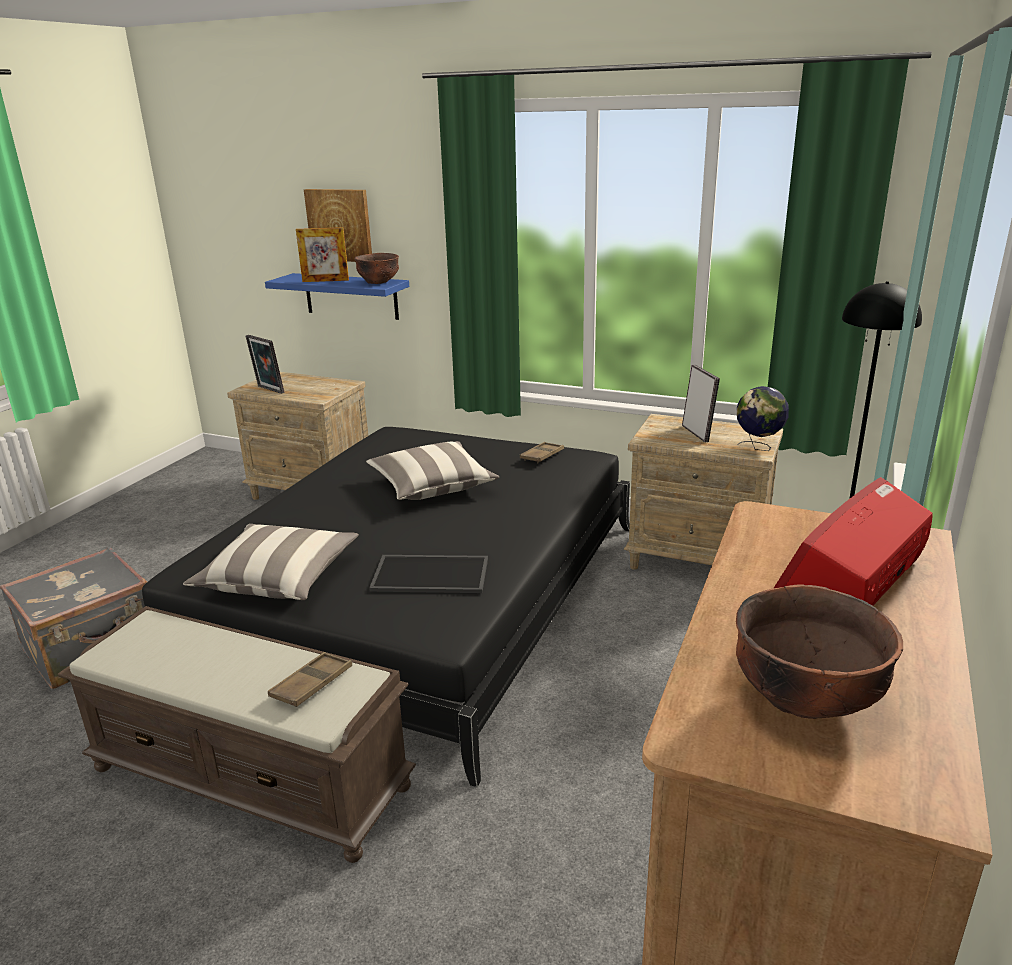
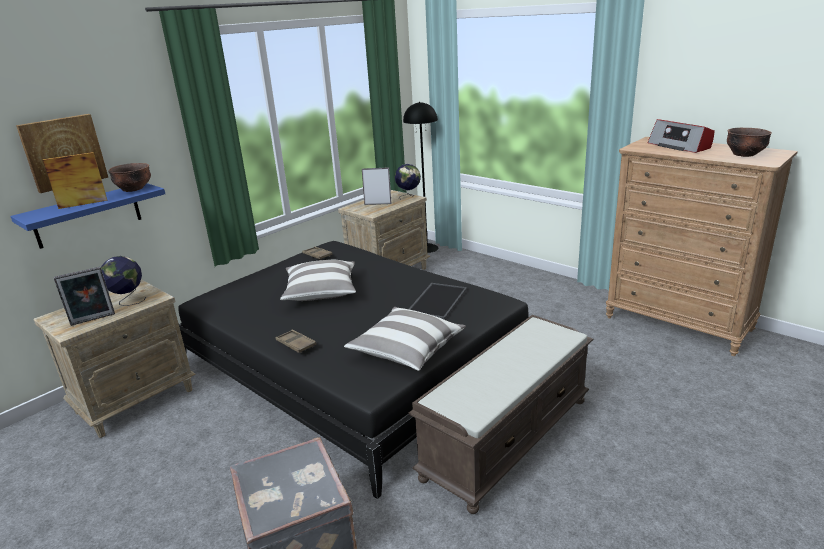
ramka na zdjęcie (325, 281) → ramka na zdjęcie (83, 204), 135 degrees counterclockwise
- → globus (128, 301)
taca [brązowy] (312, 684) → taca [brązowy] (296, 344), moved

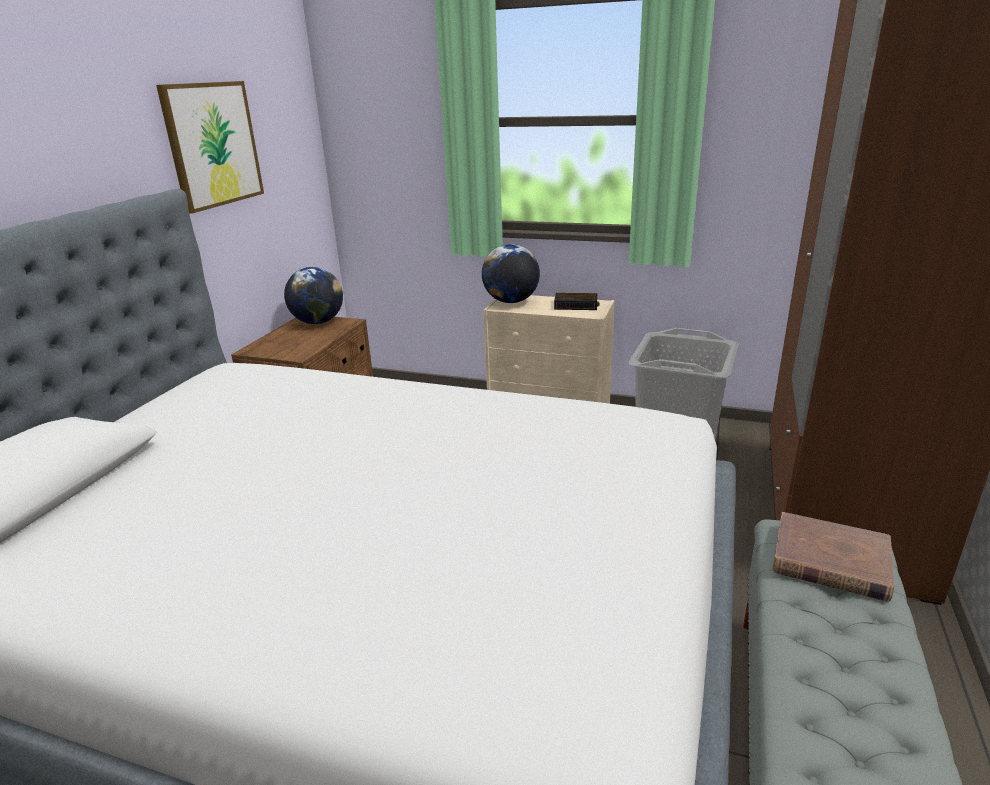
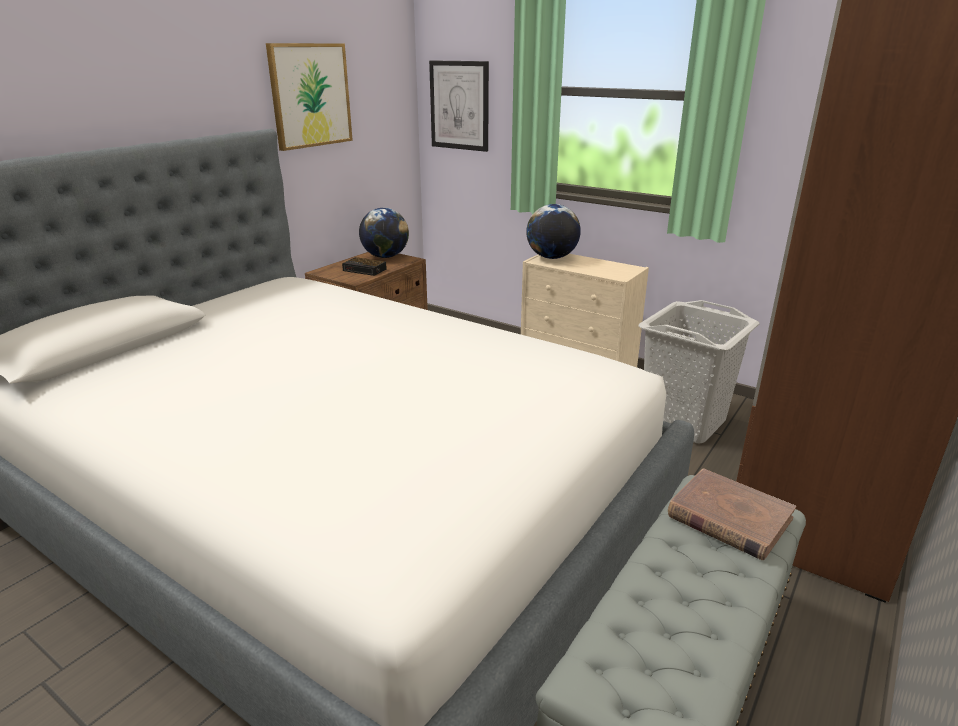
budzik (577, 305) → budzik (365, 270), moved
- → obraz (459, 105)

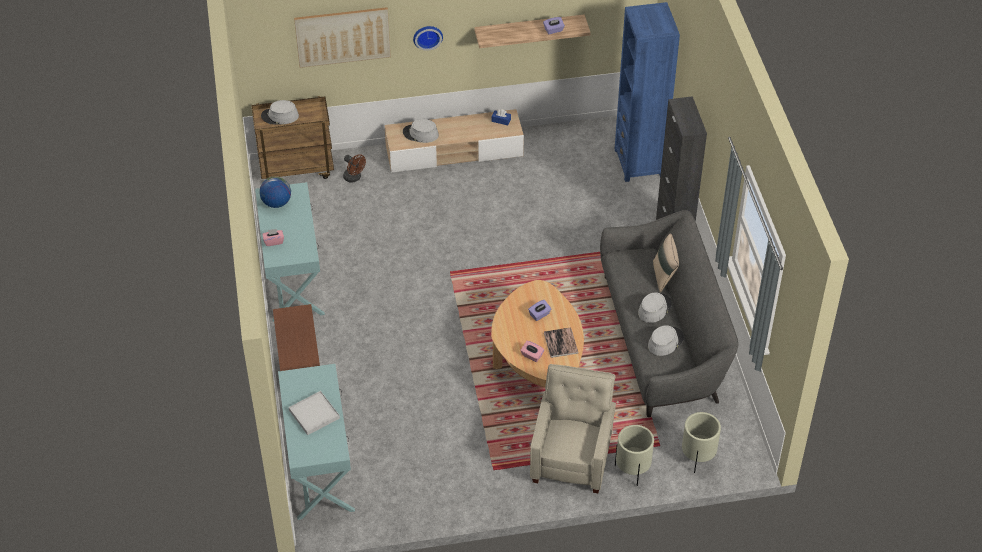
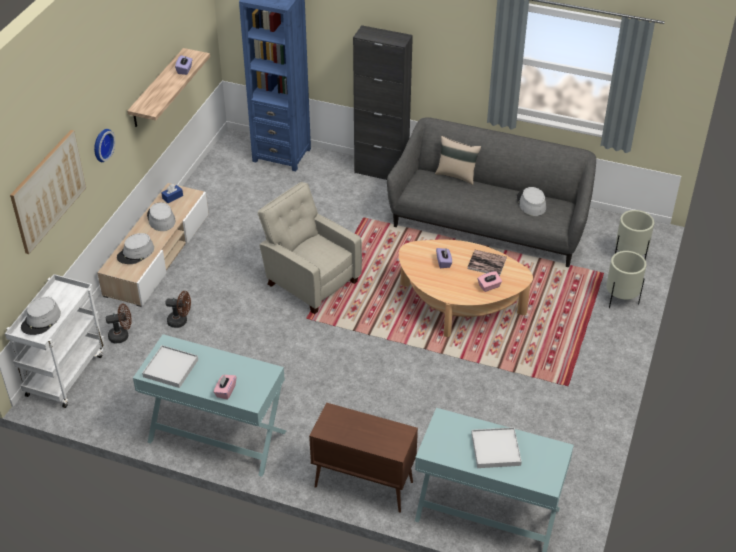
wózek [brązowy] (297, 169) → wózek [biały] (65, 373)
globus (276, 203) → taca [biały] (170, 368)
kapelusz [szary] (654, 308) → kapelusz [szary] (160, 218), moved
- → wentylator [brązowy] (180, 321)
fotel [beżowy] (572, 458) → fotel [beżowy] (310, 281), moved

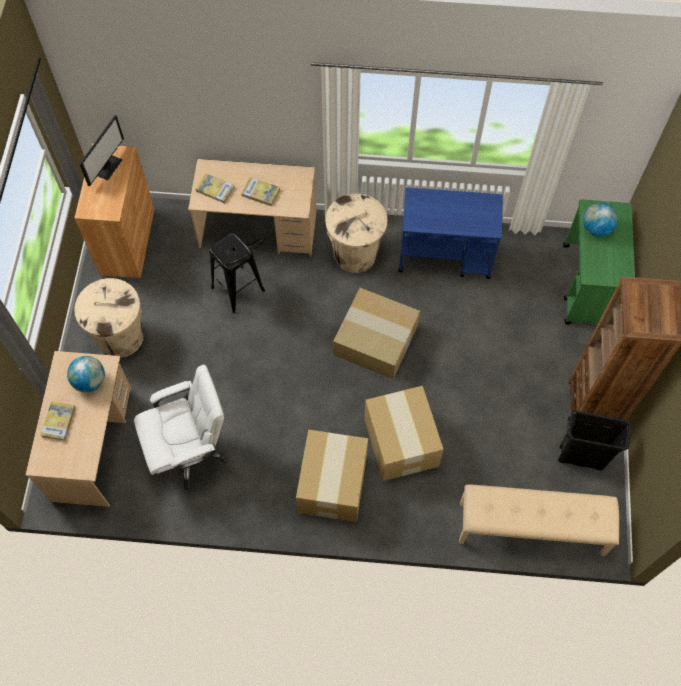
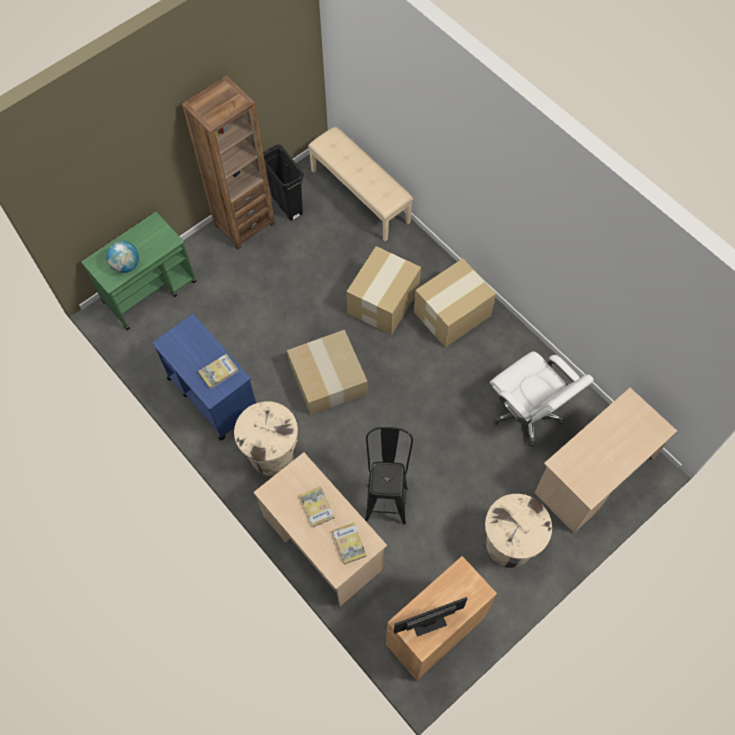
książka (58, 422) → książka (218, 372), moved
krzesło biurowe [biały] (189, 450) → krzesło biurowe [biały] (528, 413), 150 degrees counterclockwise
globus (90, 381) → -

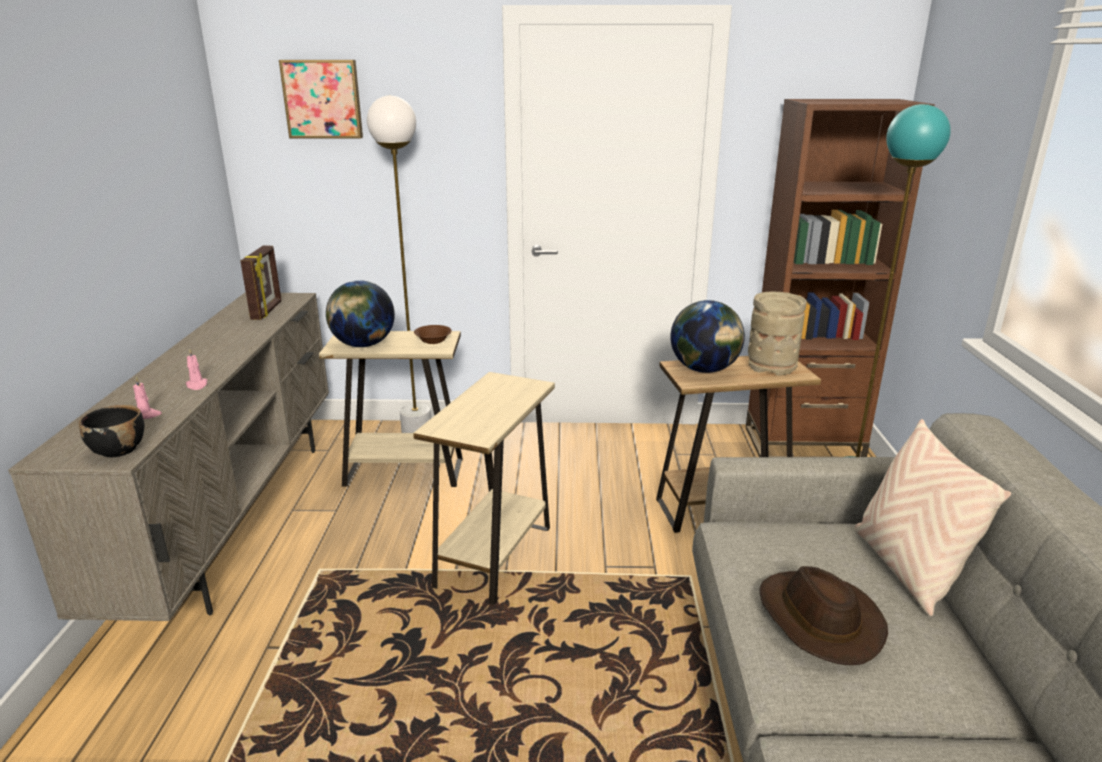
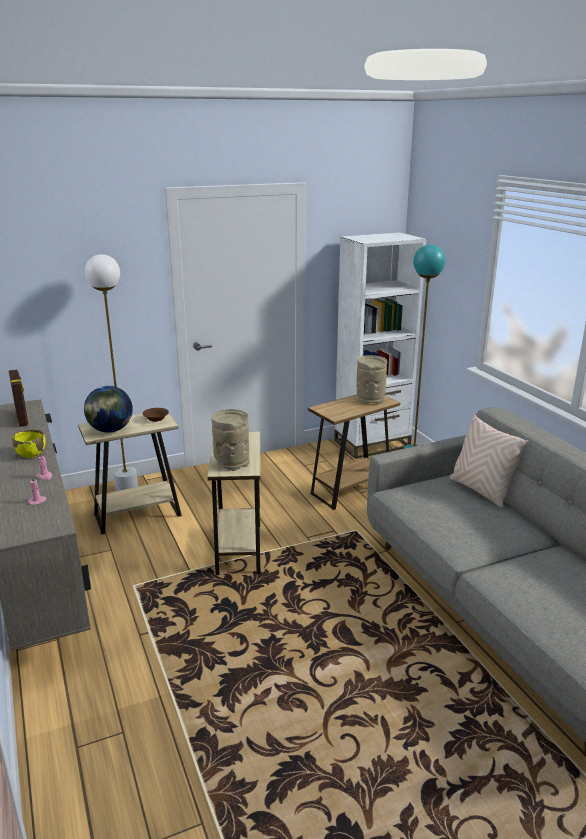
- → miska [żółty] (31, 454)
- → wazon [beżowy] (231, 462)
regał [brązowy] (803, 444) → regał [biały] (372, 444)
miska [czarny] (118, 449) → -
obraz (323, 99) → -
globus (704, 369) → -
kapelusz [brązowy] (817, 619) → -

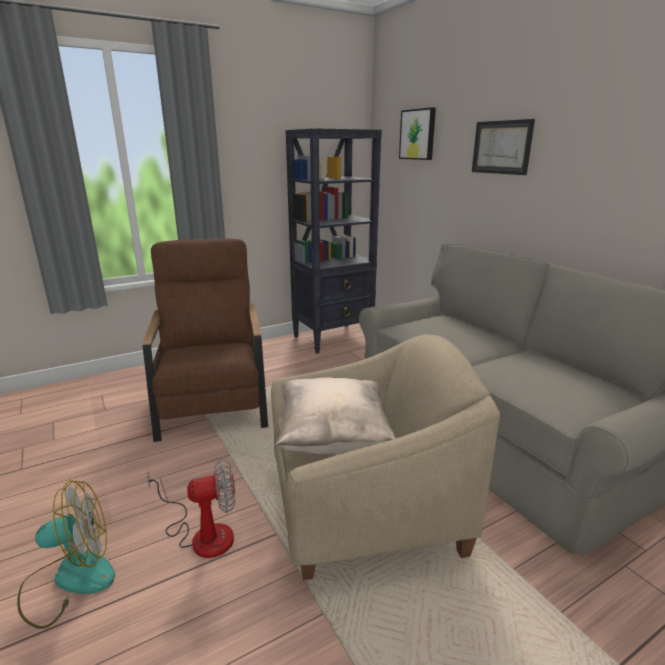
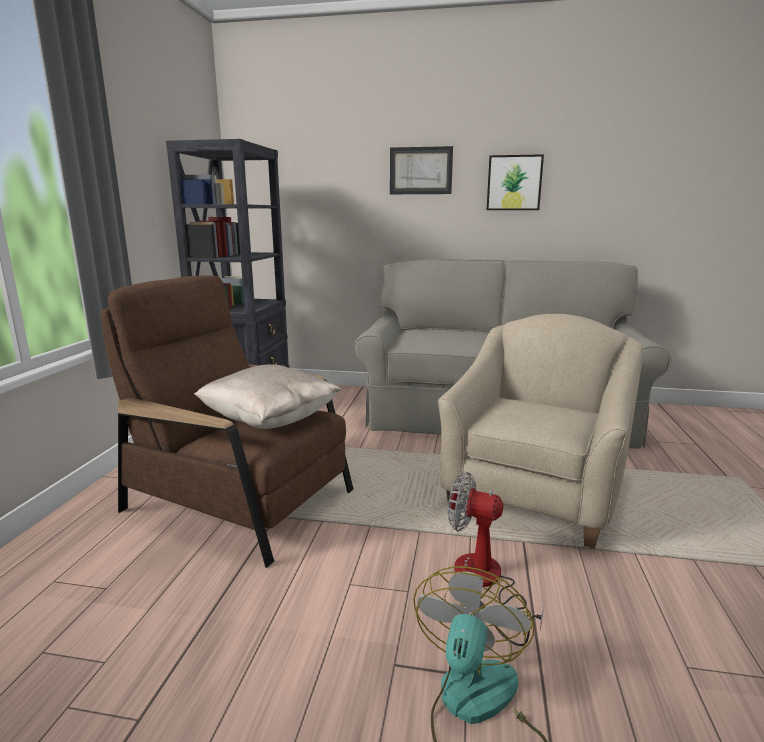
poduszka [beżowy] (333, 438) → poduszka [beżowy] (270, 421), moved
wentylator (202, 534) → wentylator (485, 583), 90 degrees counterclockwise
obraz (418, 134) → obraz (514, 183), moved

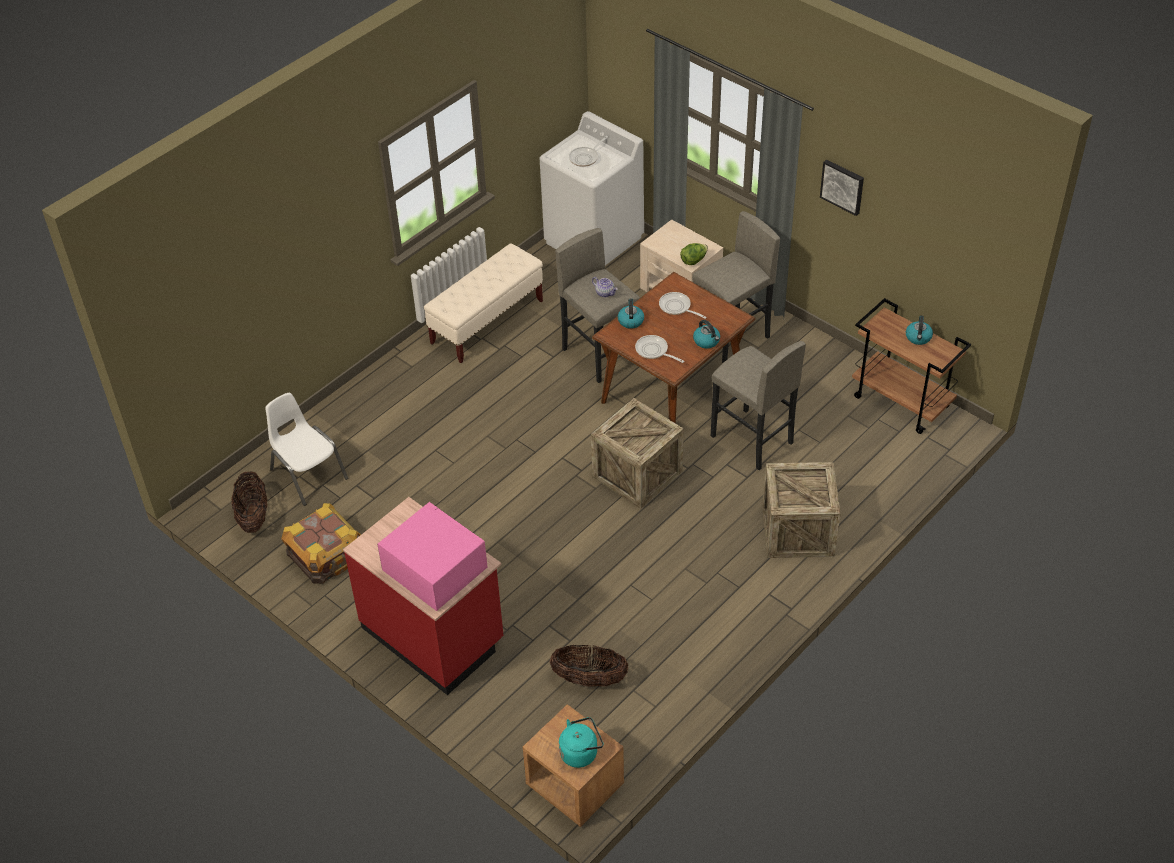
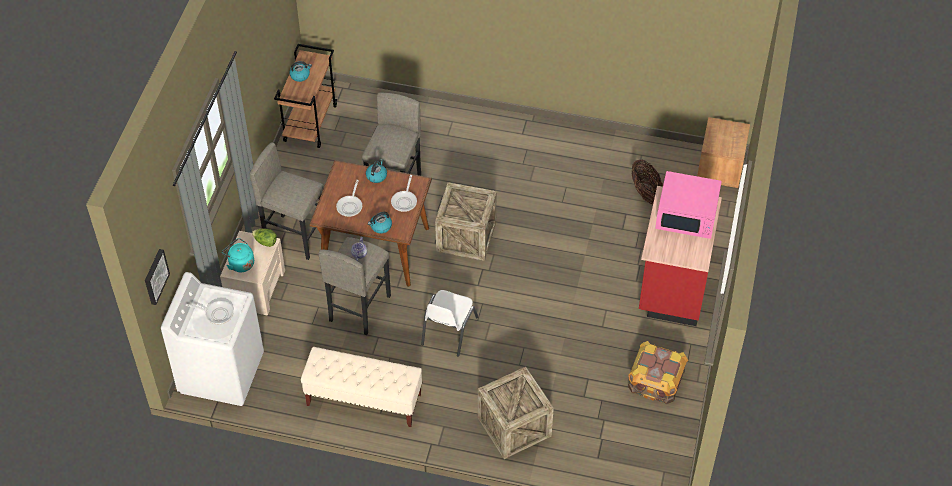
obraz (843, 186) → obraz (155, 276), moved
czajnik [turkusowy] (581, 752) → czajnik [turkusowy] (240, 263), moved
krzesło [biały] (308, 474) → krzesło [biały] (448, 331), moved
skrzynka (797, 531) → skrzynka (514, 427), moved
mikrofalówka [różowy] (434, 569) → mikrofalówka [różowy] (687, 215), 90 degrees counterclockwise
koszyk (253, 516) → -

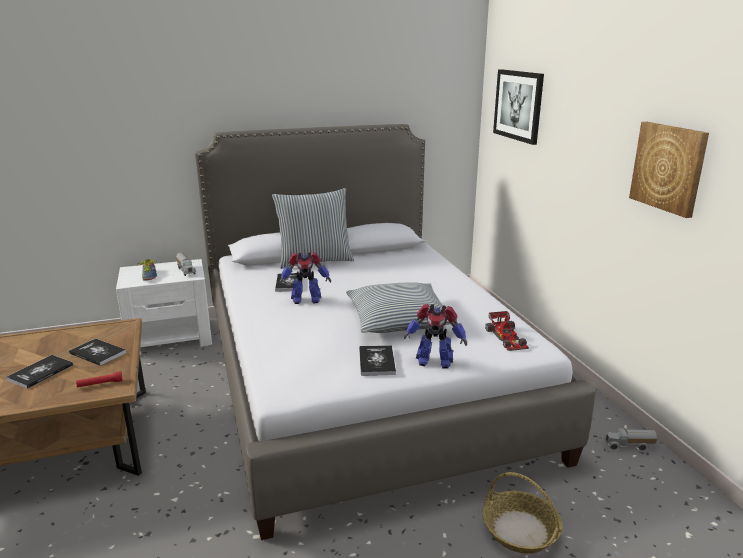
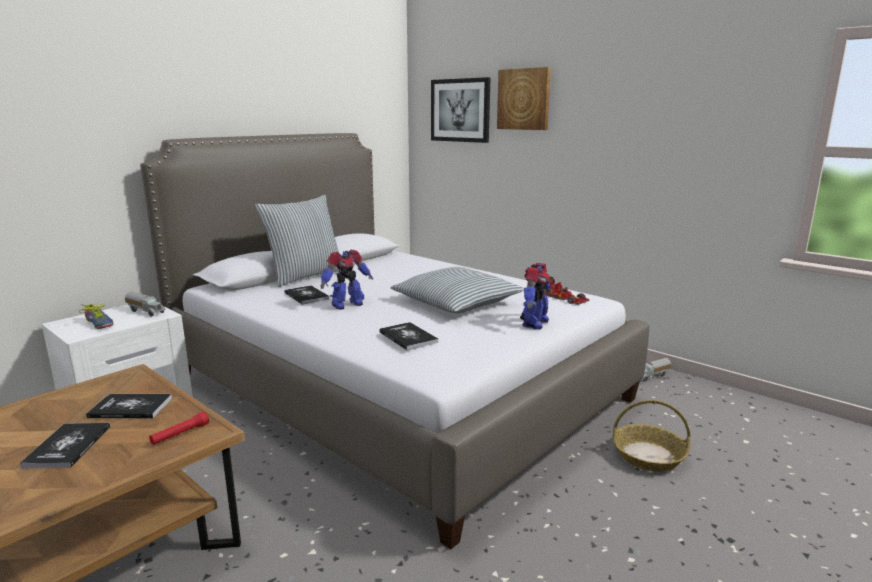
książka (376, 361) → książka (408, 337), moved
obraz (668, 167) → obraz (524, 99), moved
robot zabawkowy (434, 361) → robot zabawkowy (534, 323), 45 degrees counterclockwise

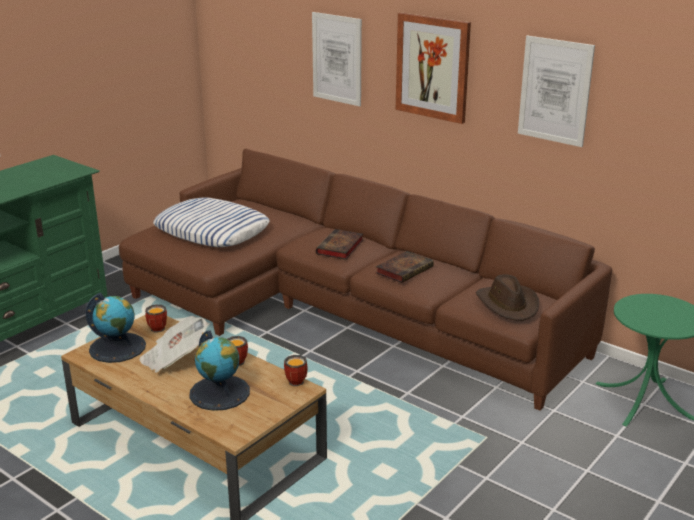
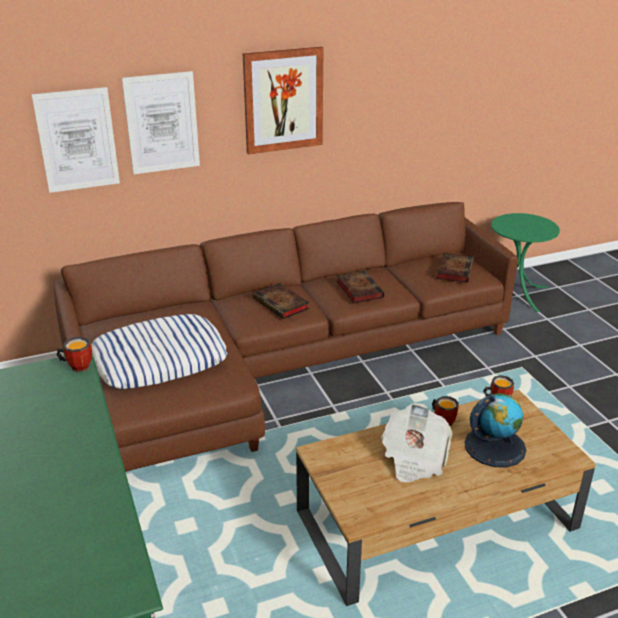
obraz (555, 91) → obraz (77, 140), moved
kubek (158, 327) → kubek (77, 366), moved
kapelusz [brązowy] (508, 304) → książka (454, 270)
globus (117, 347) → -

